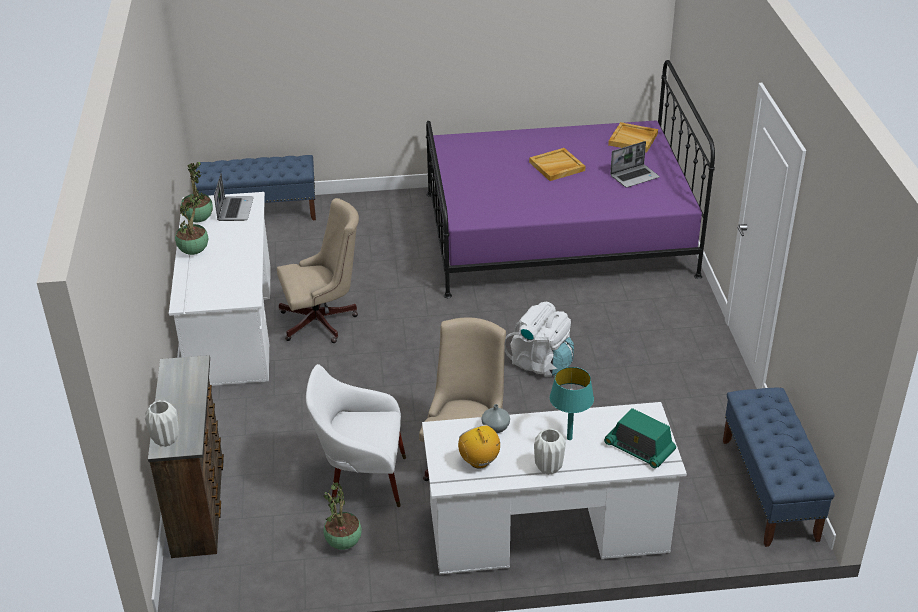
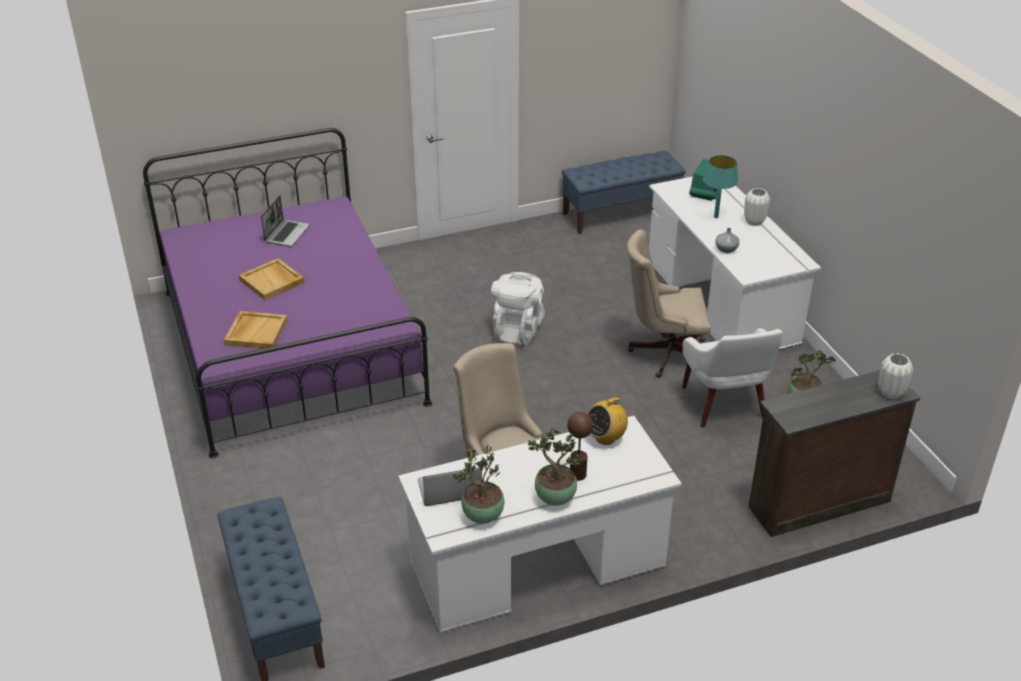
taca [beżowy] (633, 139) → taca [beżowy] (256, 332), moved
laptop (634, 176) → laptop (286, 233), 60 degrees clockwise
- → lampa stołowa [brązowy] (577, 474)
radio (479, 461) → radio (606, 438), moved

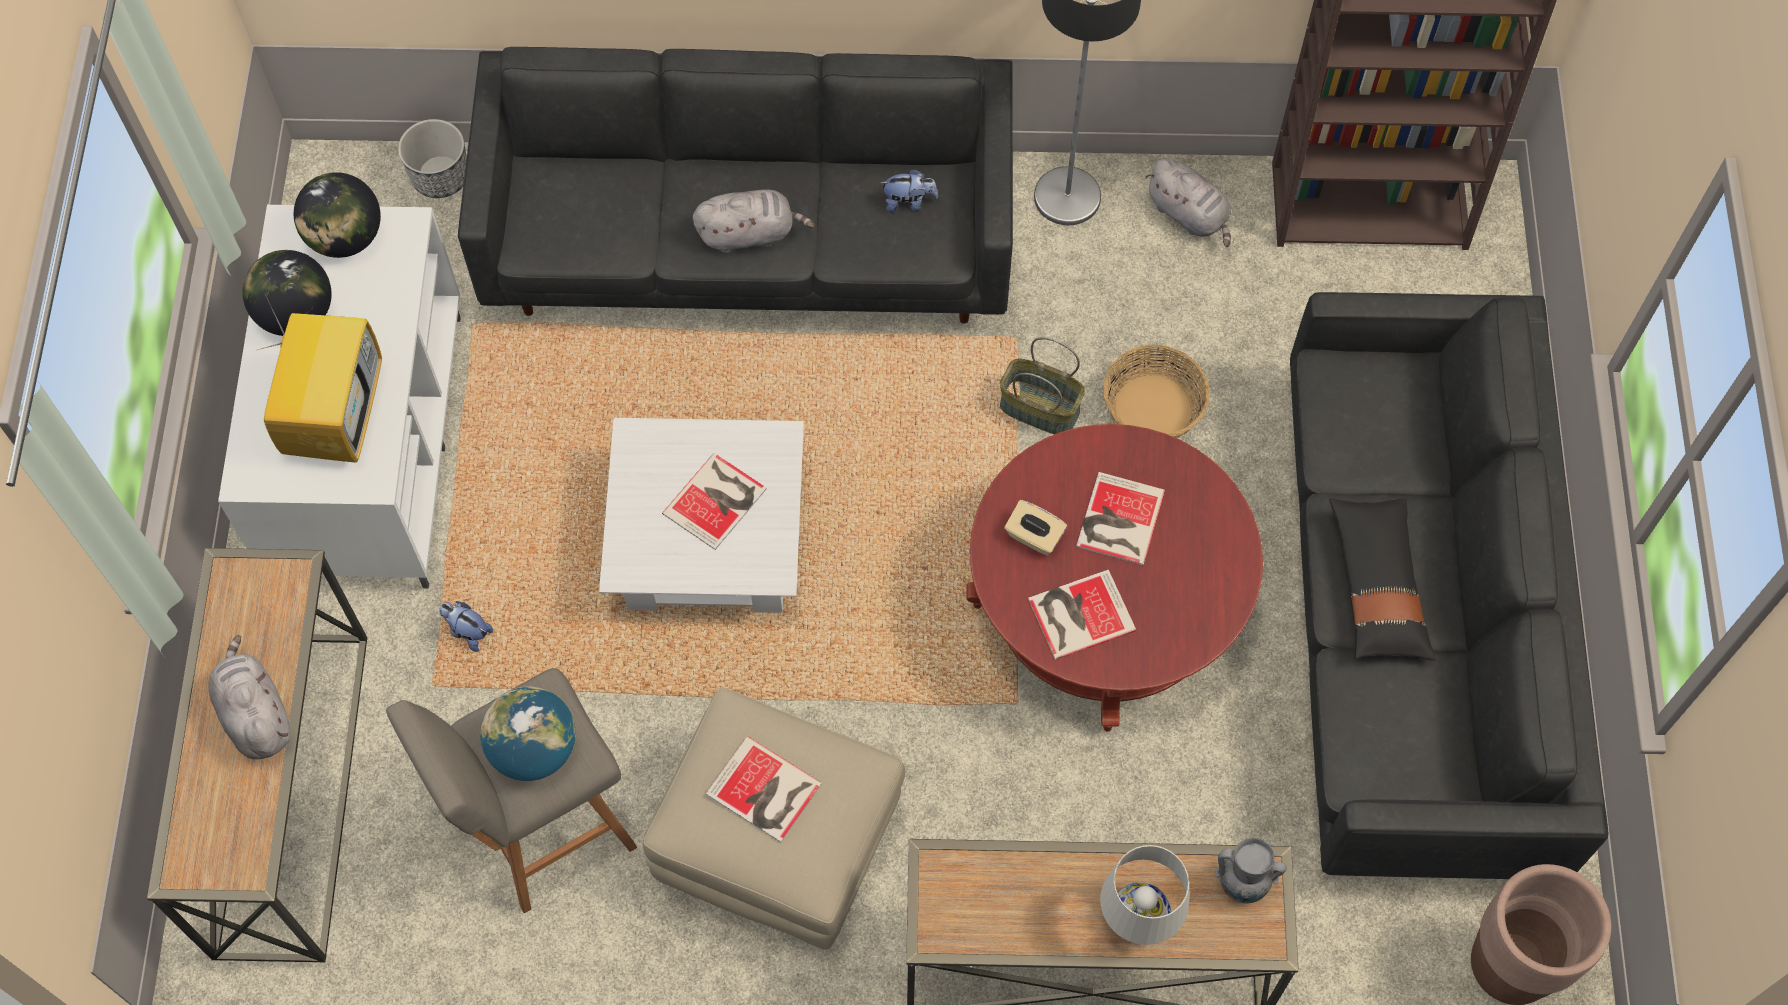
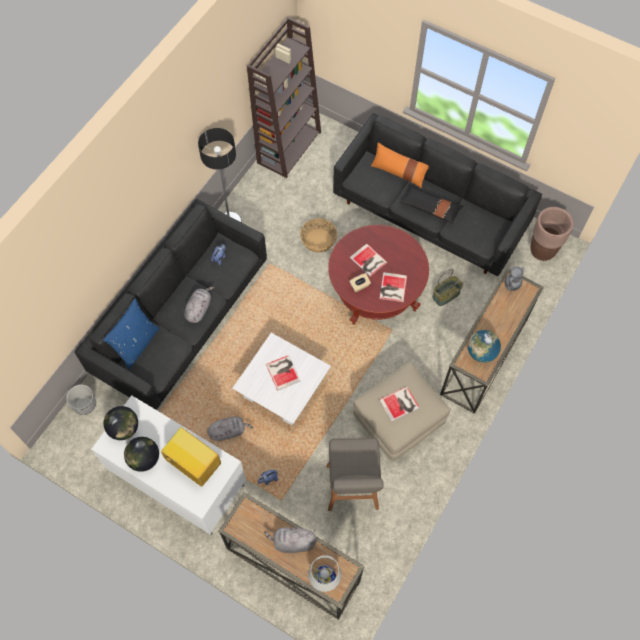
- → poduszka [niebieski] (137, 344)
pluszak [szary] (1189, 215) → pluszak [szary] (228, 431), moved
lampa stołowa [biały] (1138, 918) → lampa stołowa [biały] (324, 578), moved
- → poduszka [pomarańczowy] (399, 172)
koszyk (1038, 409) → koszyk (446, 295), moved
globus (534, 750) → globus (481, 352), moved

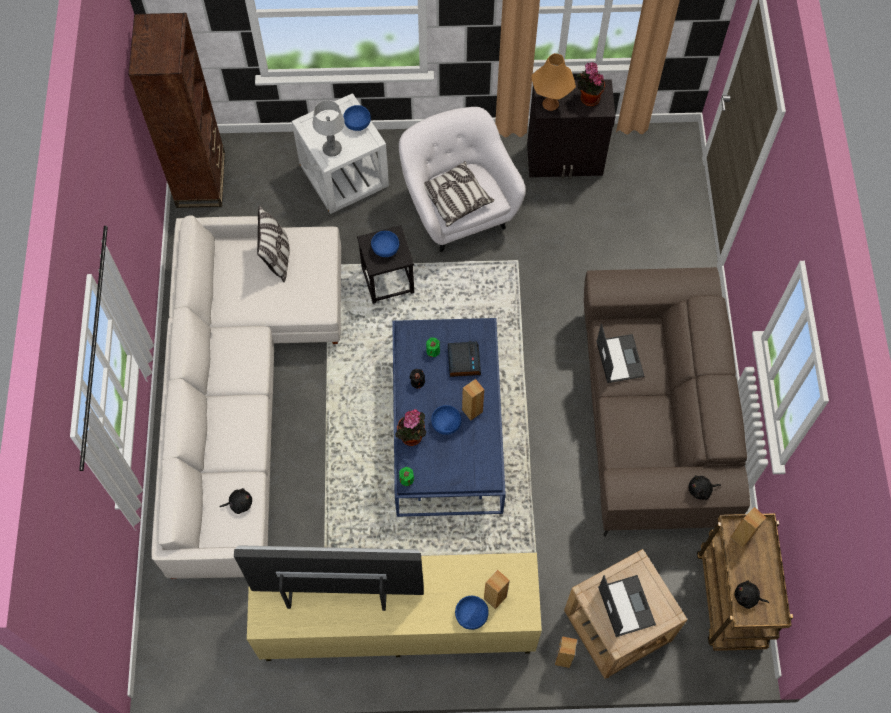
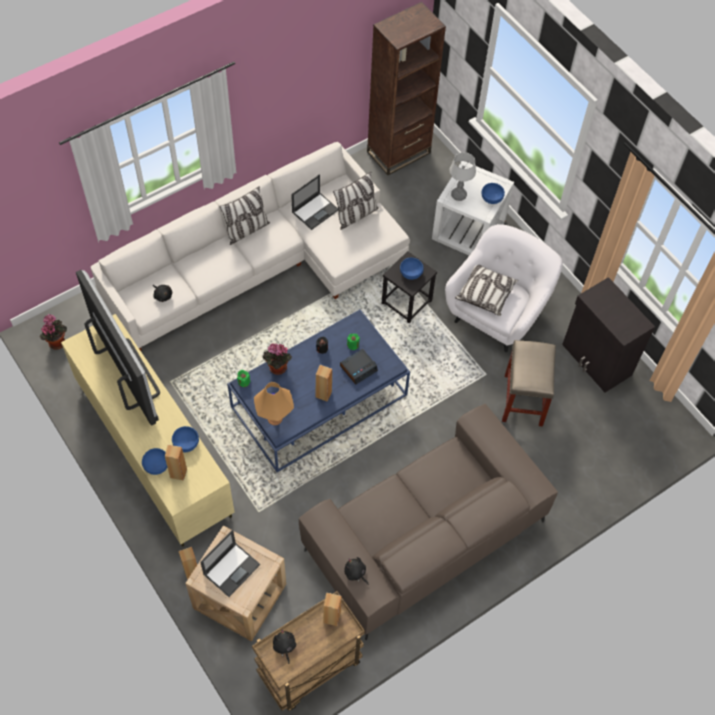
roślina doniczkowa (588, 98) → roślina doniczkowa (57, 341), moved
miska [niebieski] (445, 424) → miska [niebieski] (185, 443), moved
- → poduszka (247, 230)
lampa stołowa [pomarańczowy] (550, 104) → lampa stołowa [pomarańczowy] (275, 418), moved
laptop (619, 358) → laptop (315, 210), moved
- → stołek [beżowy] (523, 399)

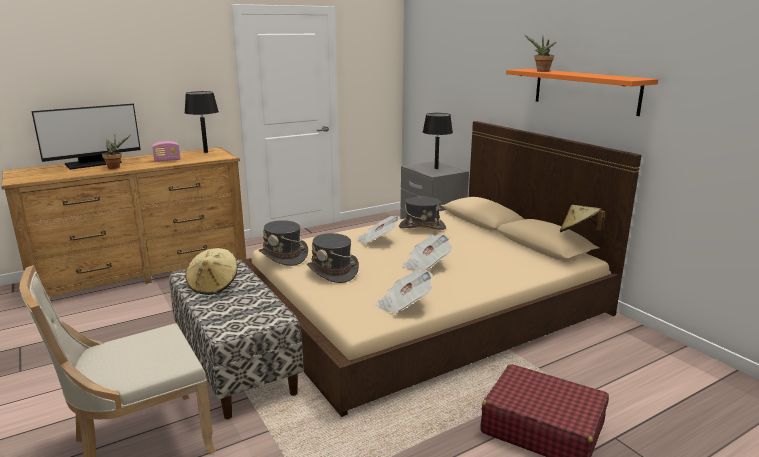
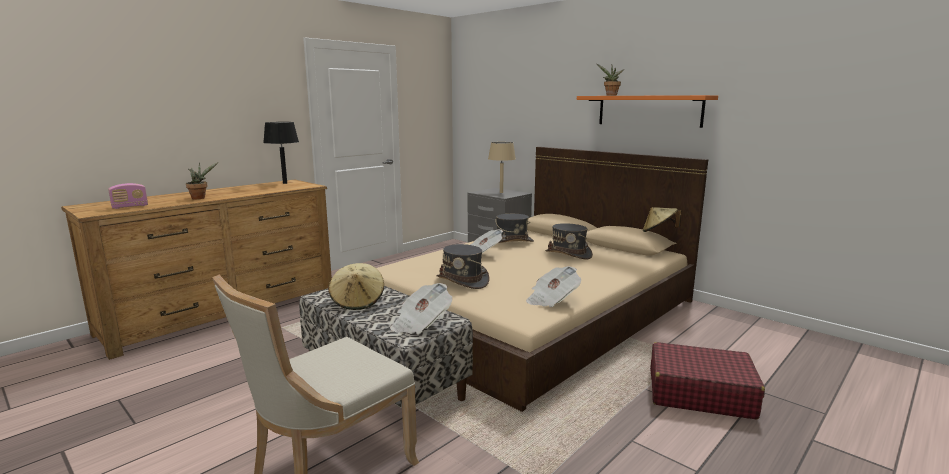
radio (167, 160) → radio (130, 207), moved
gazeta (426, 265) → gazeta (420, 324), moved
lampa stołowa [czarny] (436, 168) → lampa stołowa [beżowy] (501, 192)
kapelusz [szary] (284, 256) → kapelusz [szary] (568, 254), moved
monitor (93, 163) → -

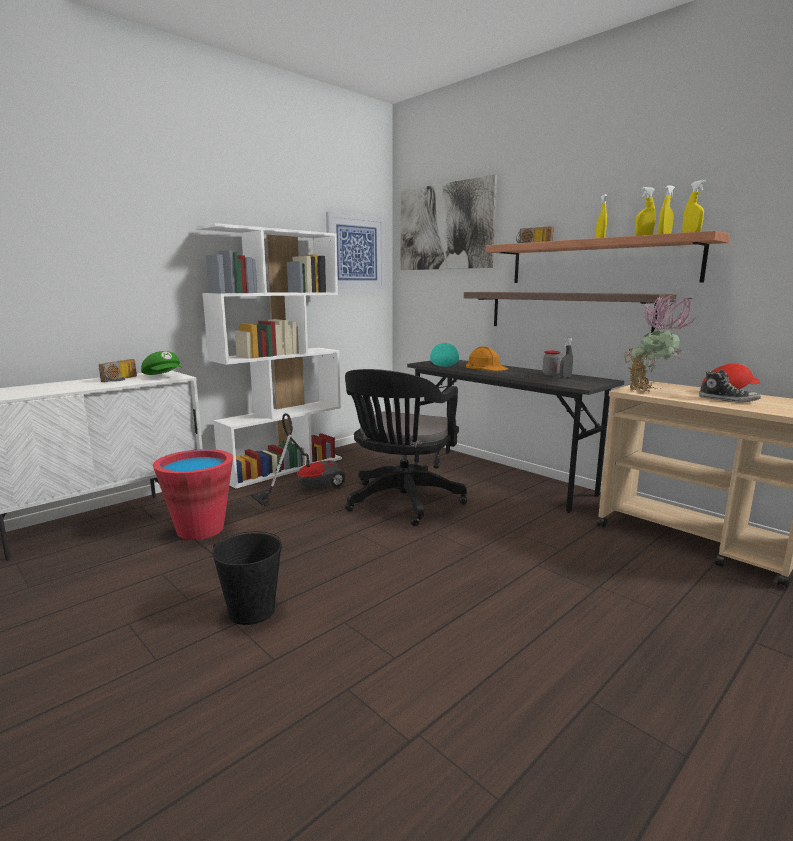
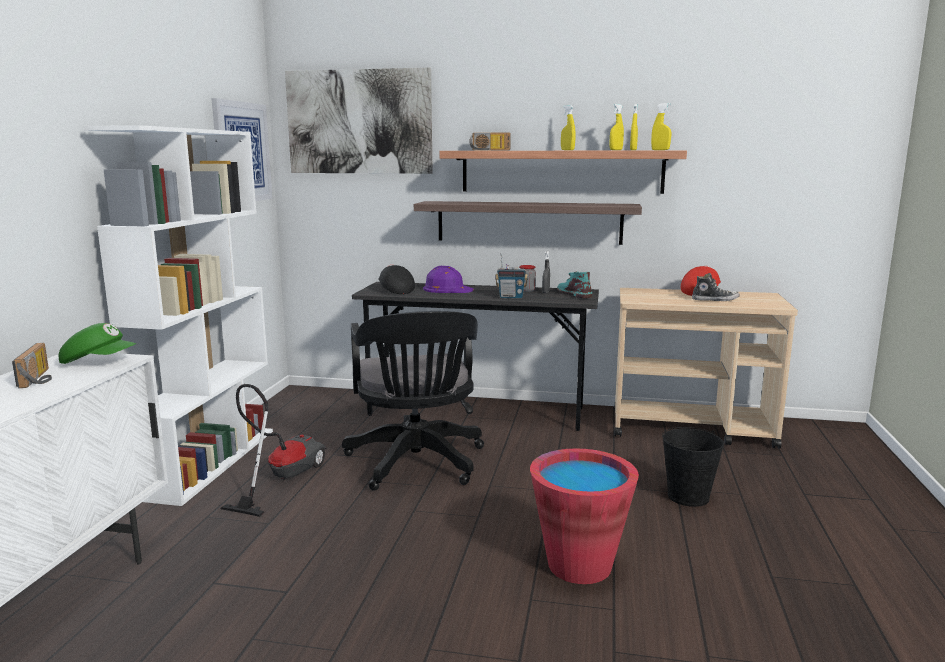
czapka z daszkiem [turkusowy] (443, 364) → czapka z daszkiem [czarny] (395, 290)
kask [pomarańczowy] (486, 367) → kask [fioletowy] (447, 289)
- → radio (511, 297)
wiadro [czerwony] (200, 529) → wiadro [czerwony] (579, 565), moved
- → but z cholewką [turkusowy] (574, 294)
wiadro [czarny] (252, 611) → wiadro [czarny] (688, 497), moved
roślina doniczkowa (651, 391) → -

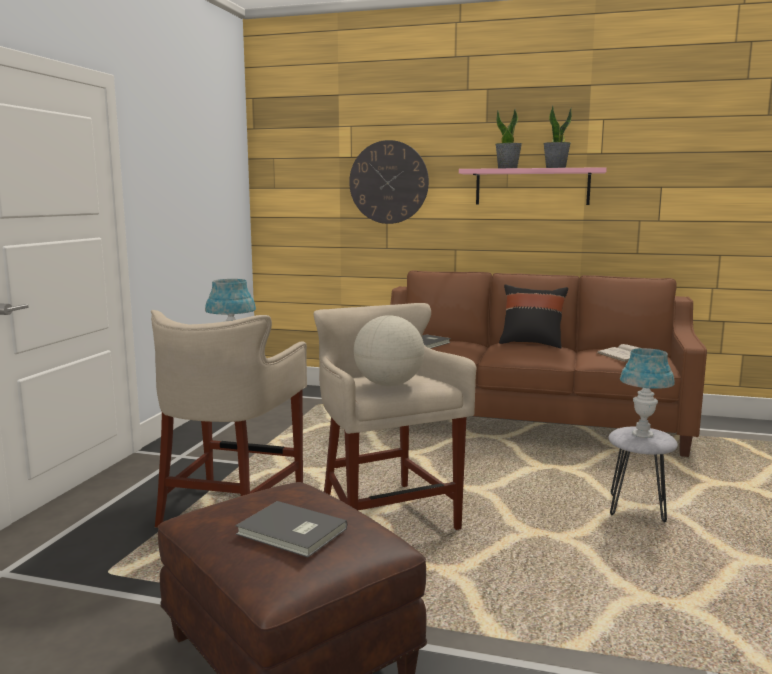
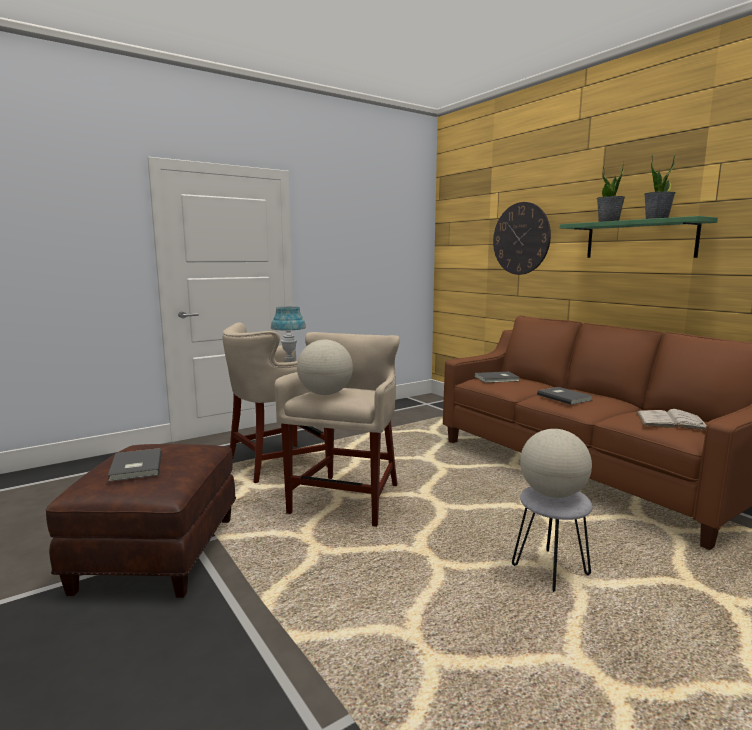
lampa stołowa [niebieski] (642, 434) → globus (553, 494)
- → książka [szary] (564, 397)
półka [różowy] (532, 187) → półka [zielony] (639, 239)
poduszka [czarny] (531, 343) → -

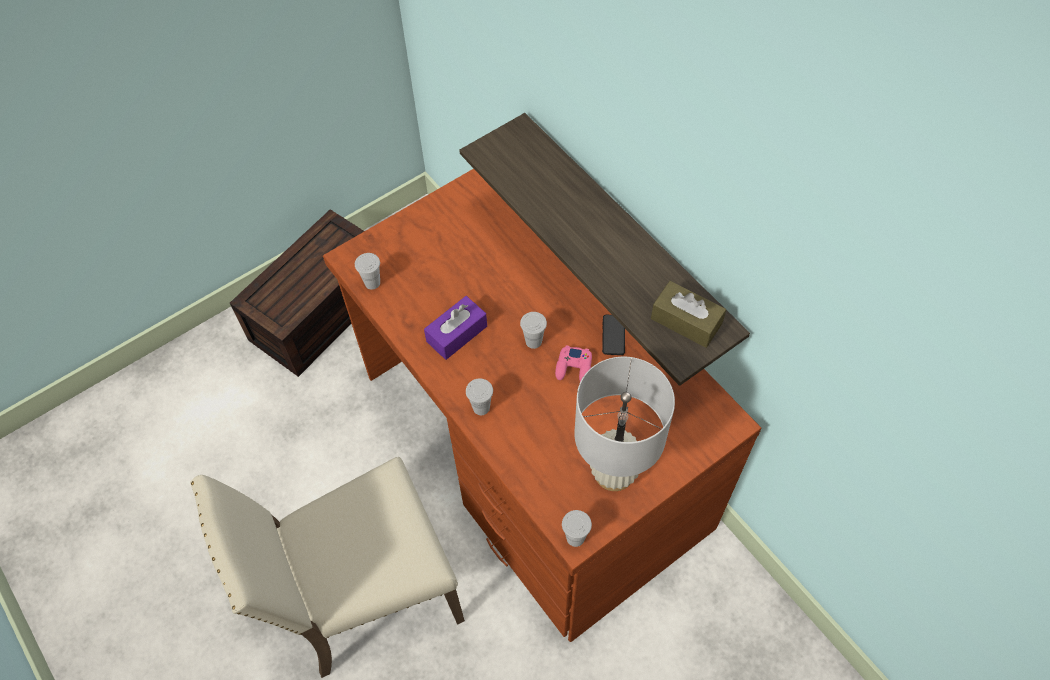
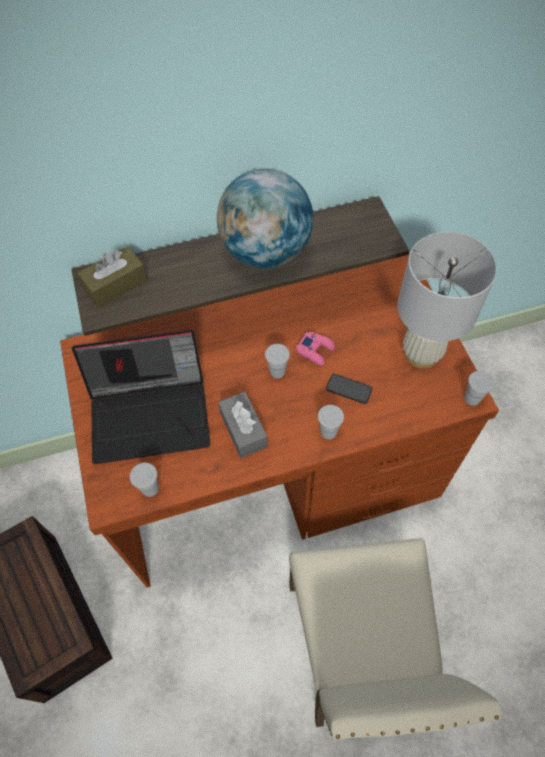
- → laptop (151, 414)
pudełko chusteczek [brązowy] (686, 321) → pudełko chusteczek [brązowy] (116, 284), moved
- → globus (265, 252)
pudełko chusteczek [fioletowy] (457, 334) → pudełko chusteczek [szary] (243, 429)
telefon (613, 335) → telefon (349, 389), moved

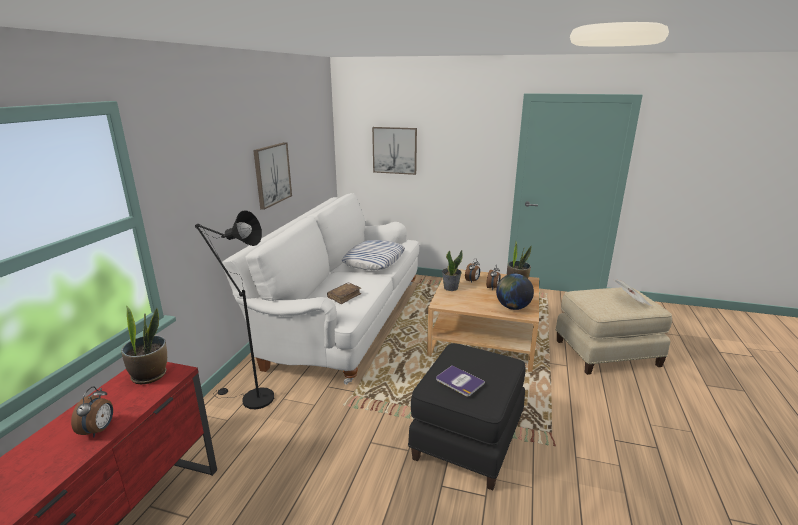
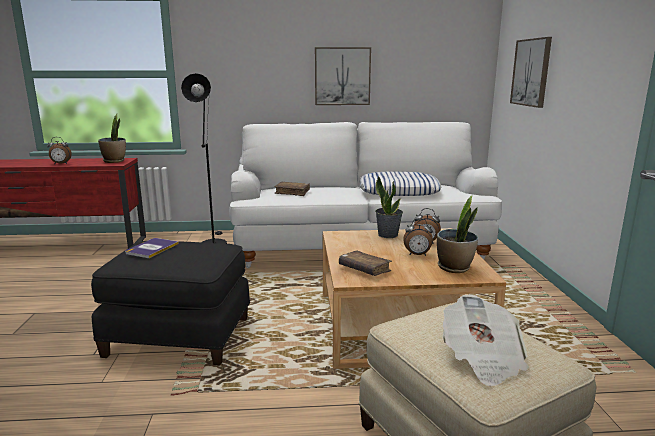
globus (512, 307) → książka [brązowy] (364, 269)

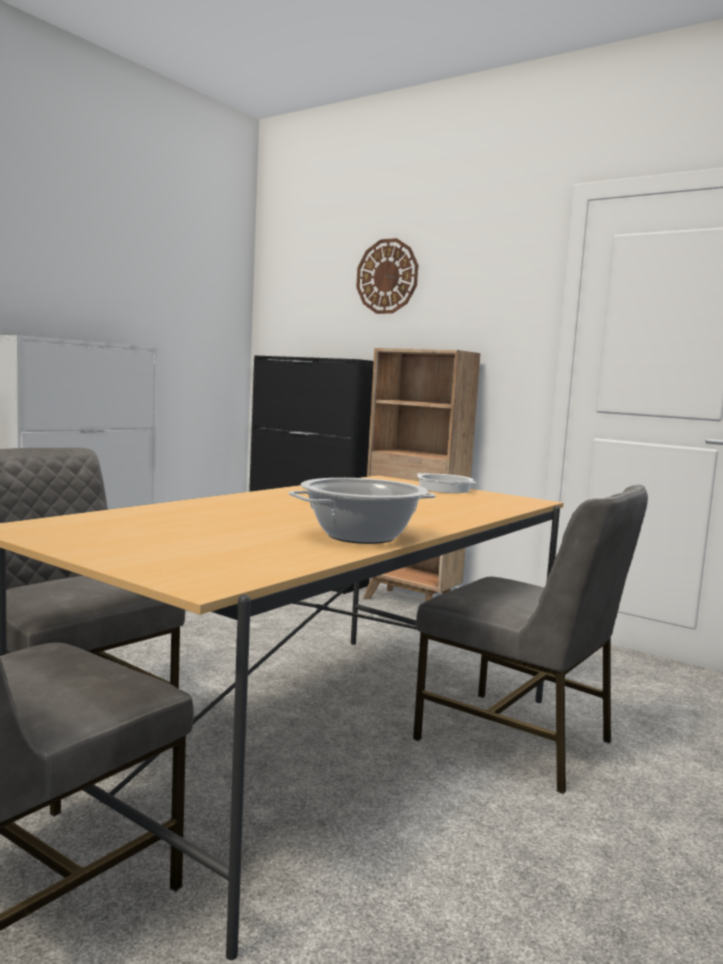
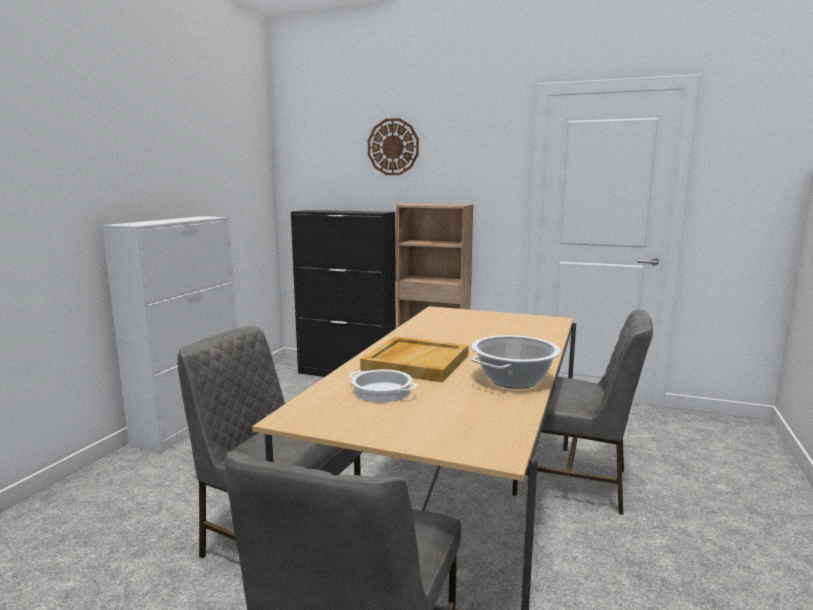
garnek (443, 489) → garnek (381, 392), moved
- → taca [beżowy] (416, 362)

